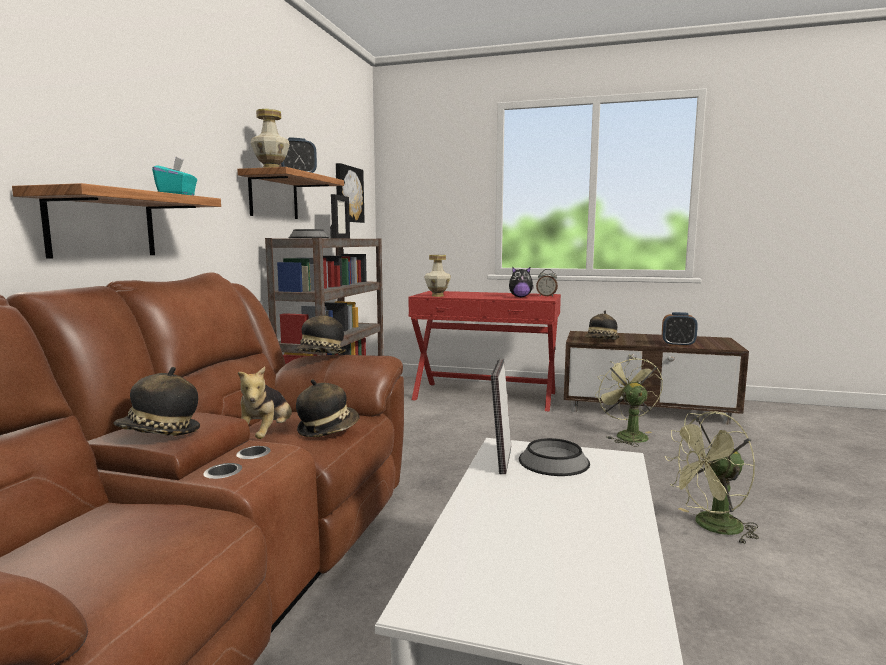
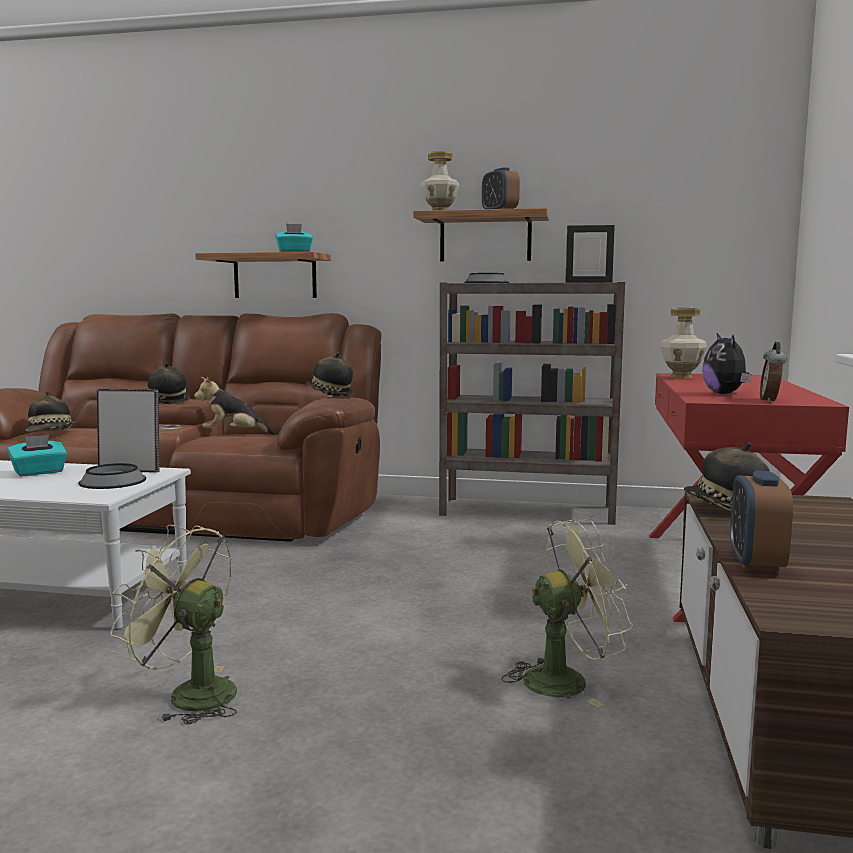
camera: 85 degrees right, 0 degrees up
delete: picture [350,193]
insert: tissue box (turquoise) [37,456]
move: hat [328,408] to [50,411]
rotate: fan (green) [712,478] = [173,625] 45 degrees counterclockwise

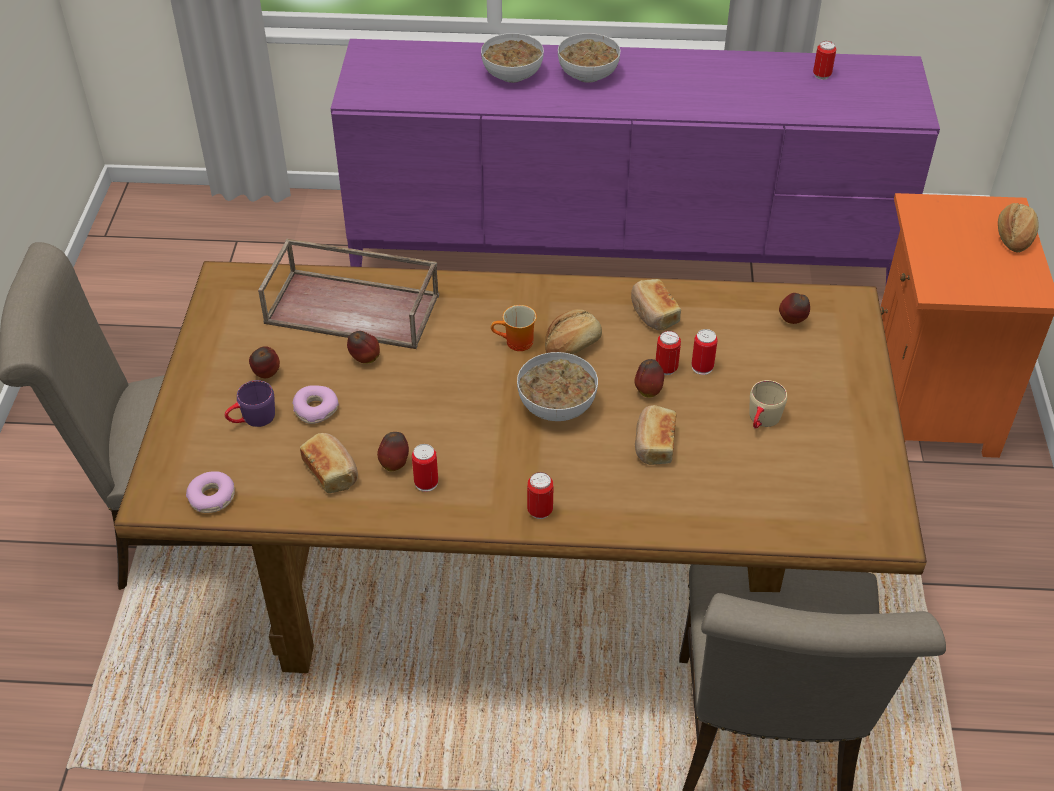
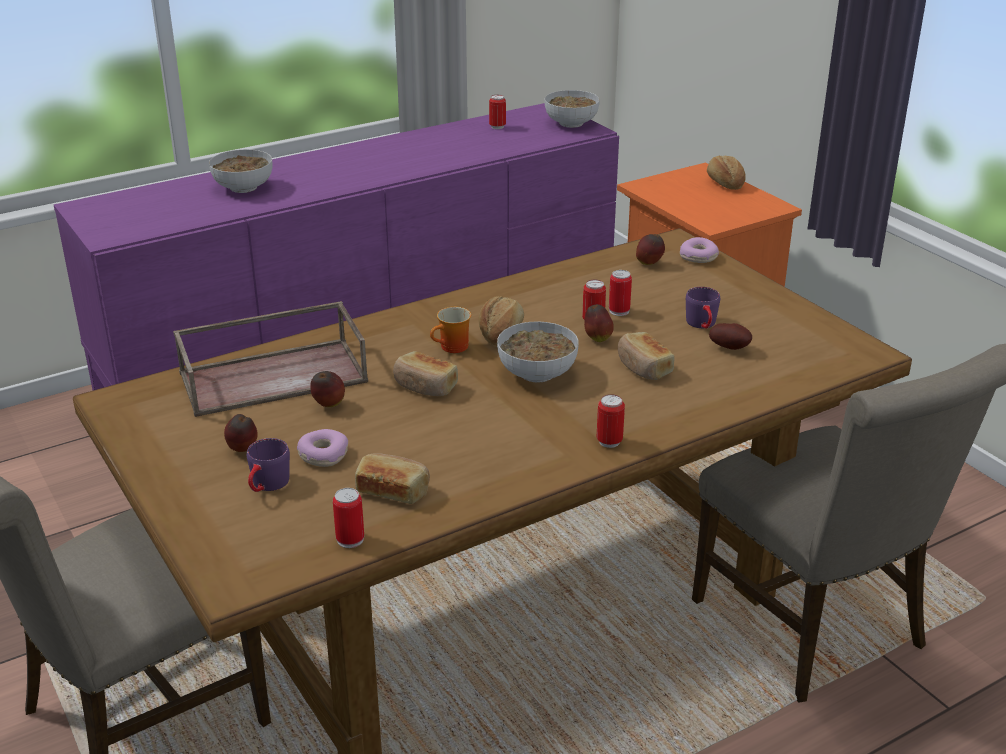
camera: 35 degrees left, 15 degrees down
delete: apple [393,451]
insert: potato [730,336]
move: donut [210,492] to [699,250]; can [425,468] to [348,518]; bowl [589,58] to [572,109]; bread [656,304] to [425,373]
recolor: mug (beige) [768,404] to mug (purple) [703,308]

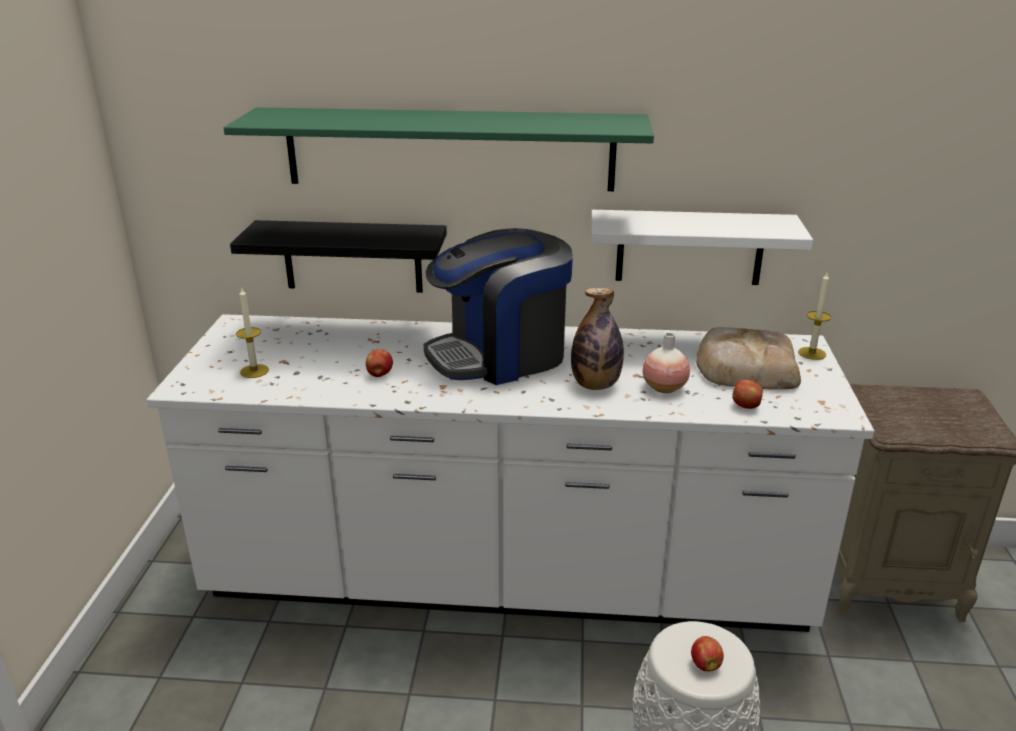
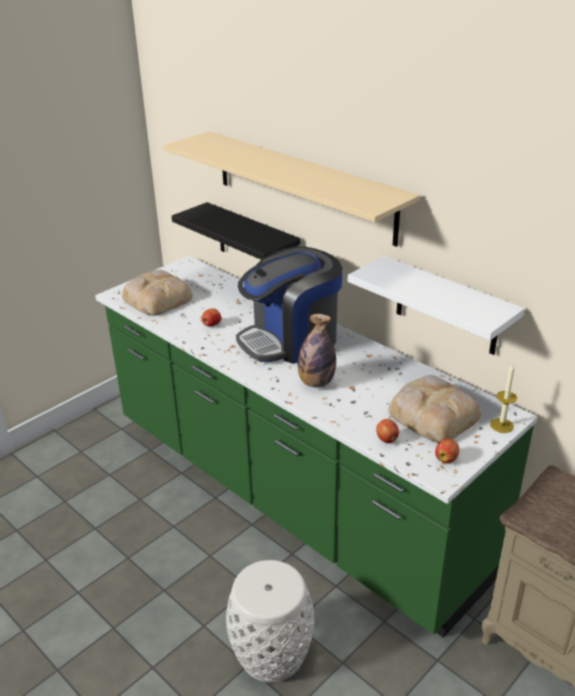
camera: 40 degrees right, 5 degrees up
delete: vase [666,362]
move: apple [707,653] to [447,451]
replace: candle [252,332] to bread [157,293]
recolor: counter (white) [510,473] to counter (green) [316,447]; shelf (green) [439,149] to shelf (beige) [291,189]
rotate: coffee machine [498,306] = [289,305] 45 degrees counterclockwise

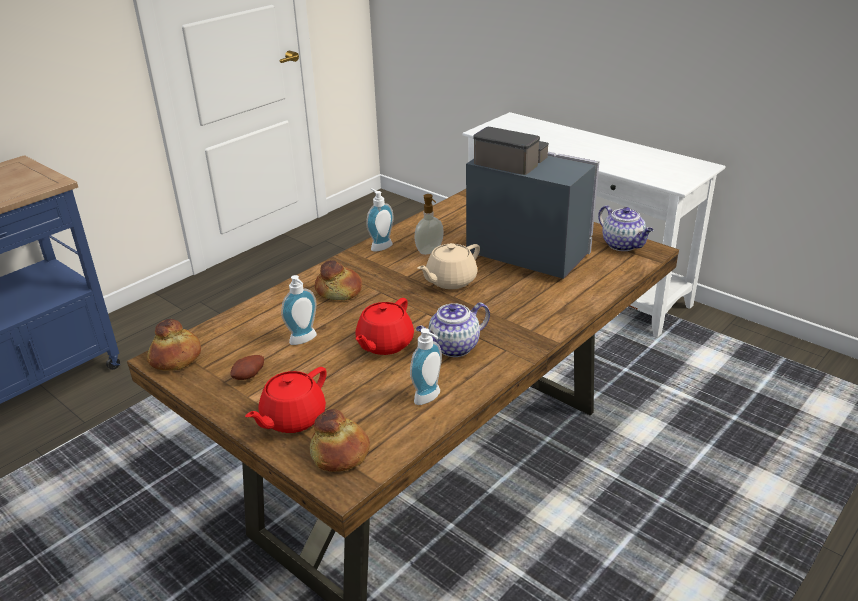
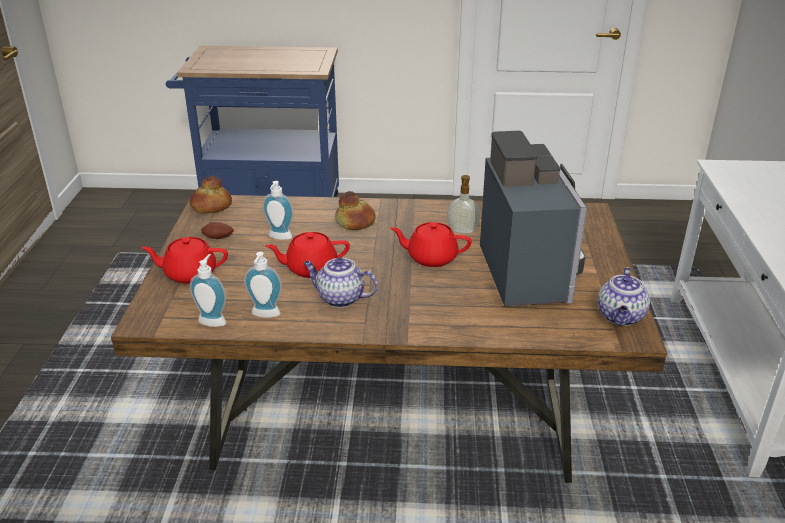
camera: 50 degrees right, 0 degrees up
delete: bread [340,440]
move: soap dispenser [380,220] to [208,290]
recolor: teapot (beige) [449,266] to teapot (red) [431,244]

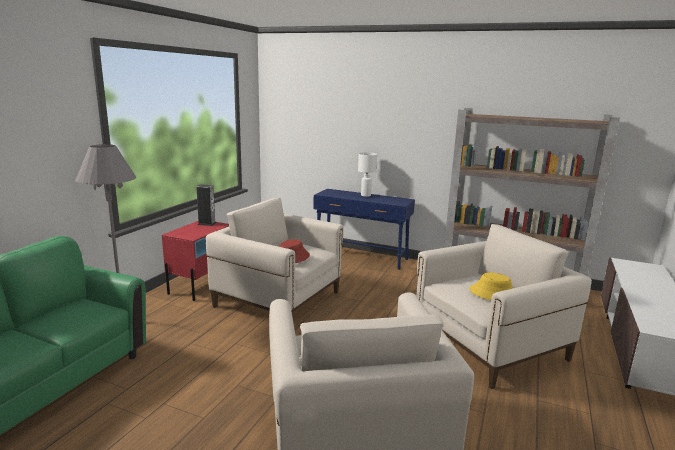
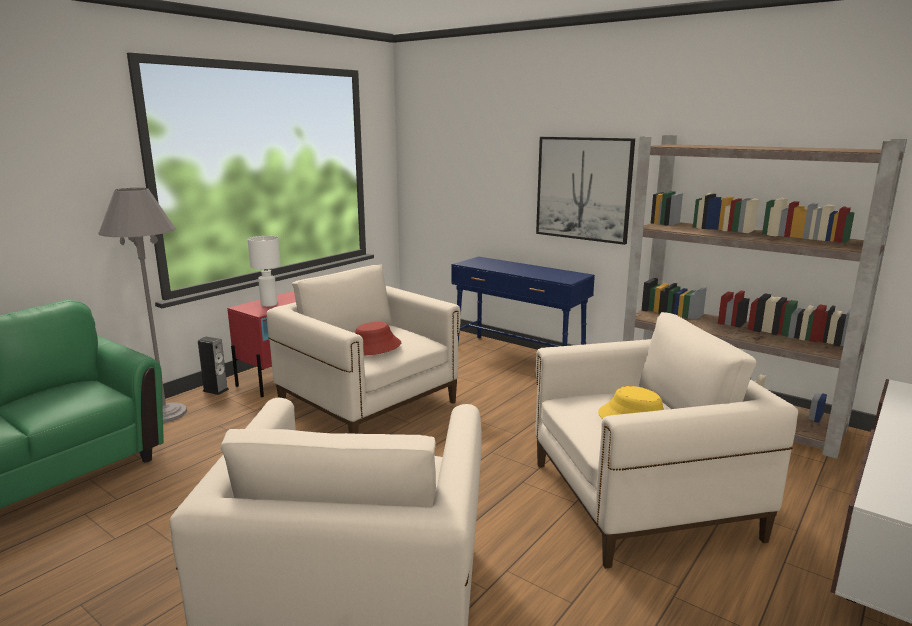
camera: 15 degrees right, 0 degrees up
insert: picture [585,191]
move: speaker [206,205] to [213,366]; table lamp (white) [367,174] to [264,271]

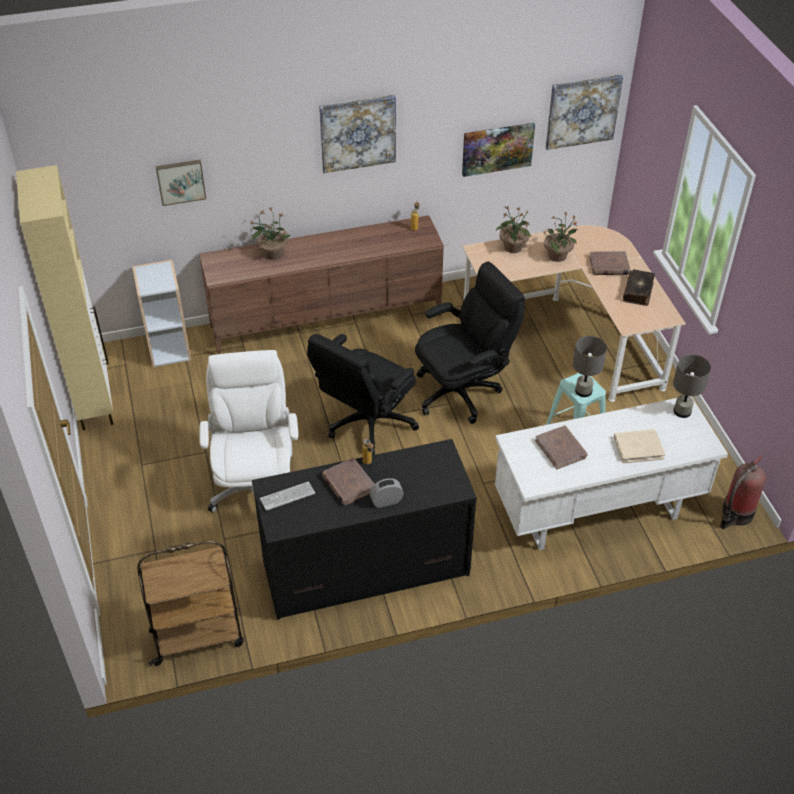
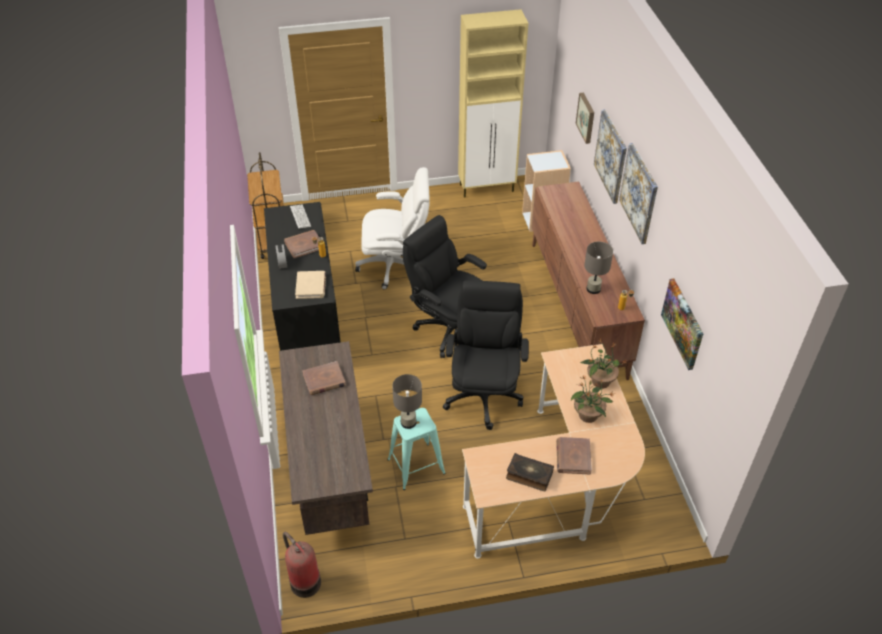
camera: 95 degrees right, 0 degrees up
delete: potted plant [270,234]
move: picture [584,112] to [610,157]; book (beige) [639,446] to [310,285]; table lamp (grey) [692,386] to [598,268]
recolor: desk (white) [611,473] to desk (brown) [326,438]
rotate: office chair (black) [470,343] = [486,355] 150 degrees counterclockwise

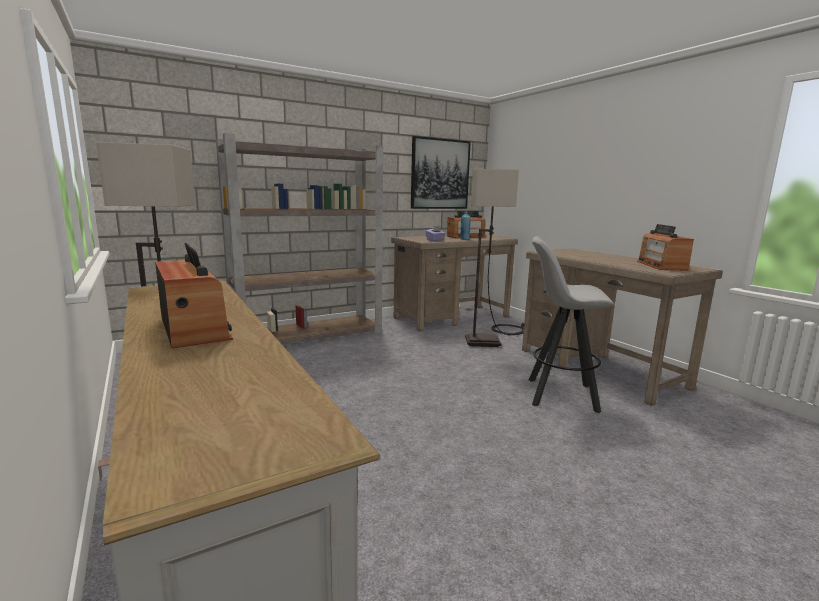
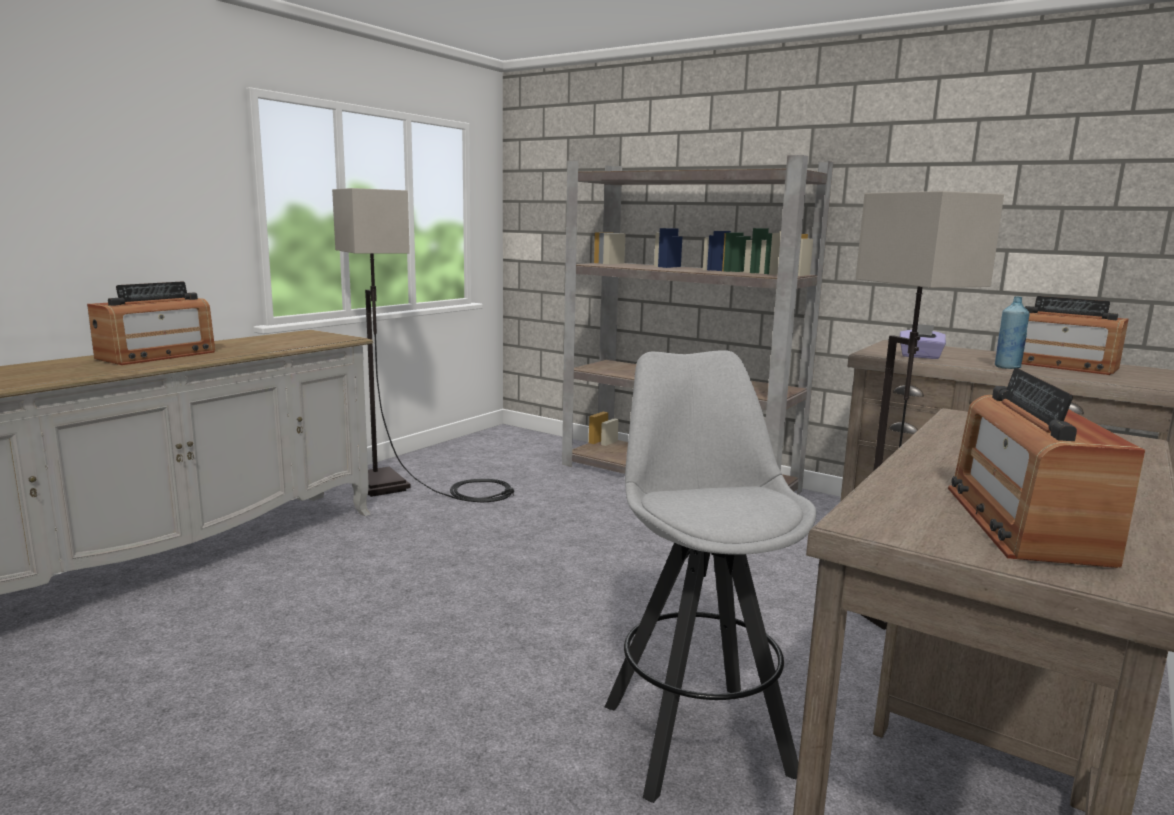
camera: 65 degrees right, 0 degrees up
delete: picture [441,172]
rotate: radio [665,247] = [1046,468] 60 degrees counterclockwise

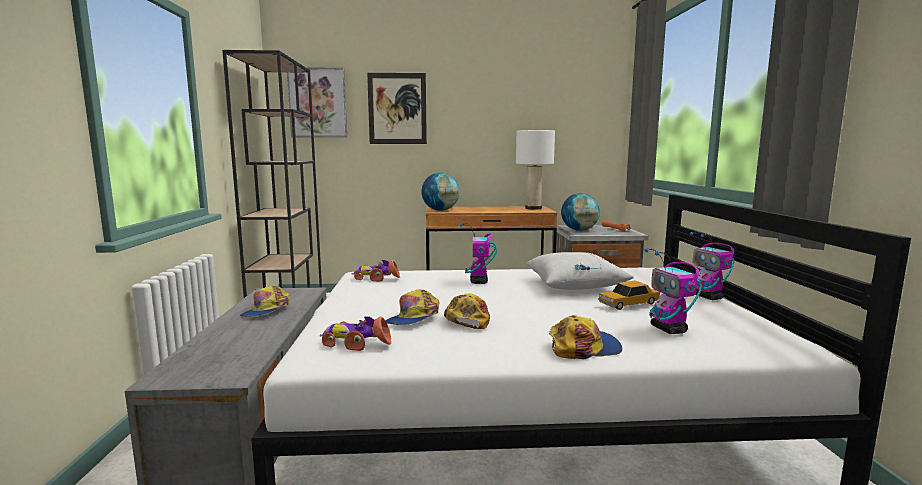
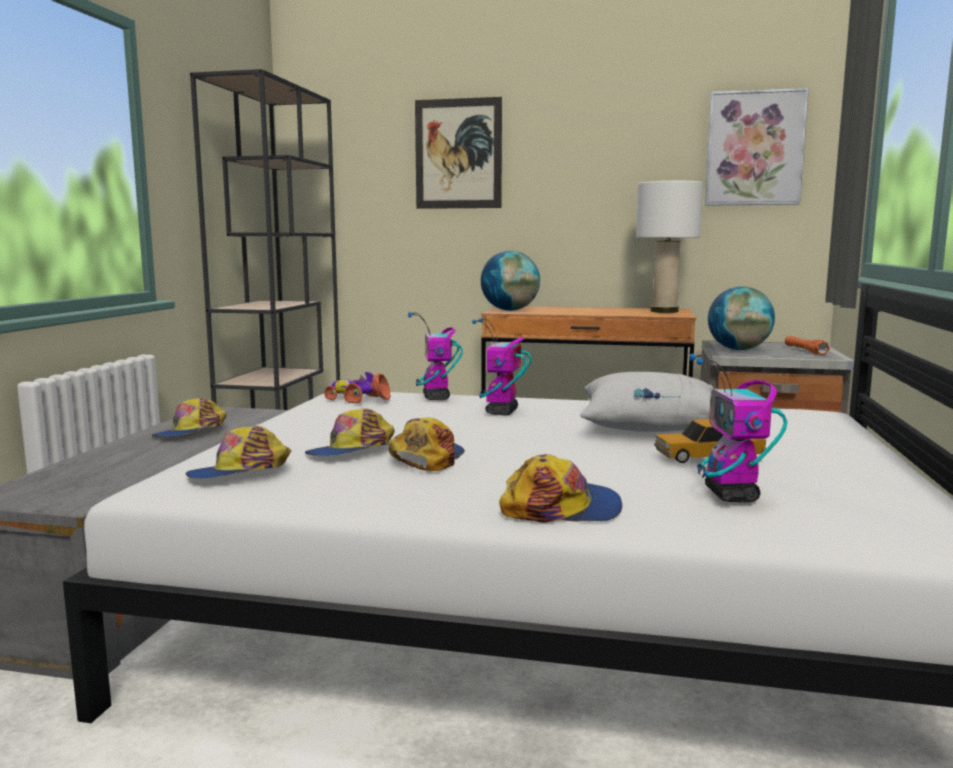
camera: 15 degrees right, 0 degrees up
move: picture [317,102] to [757,147]; toy robot [712,266] to [435,356]
replace: toy car [355,333] to cap [238,452]

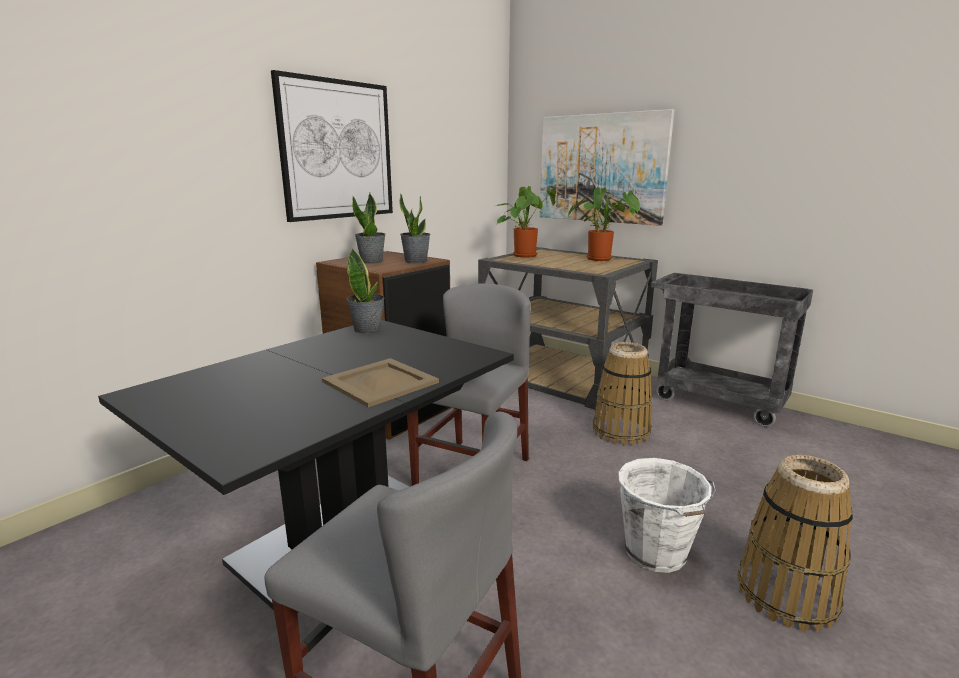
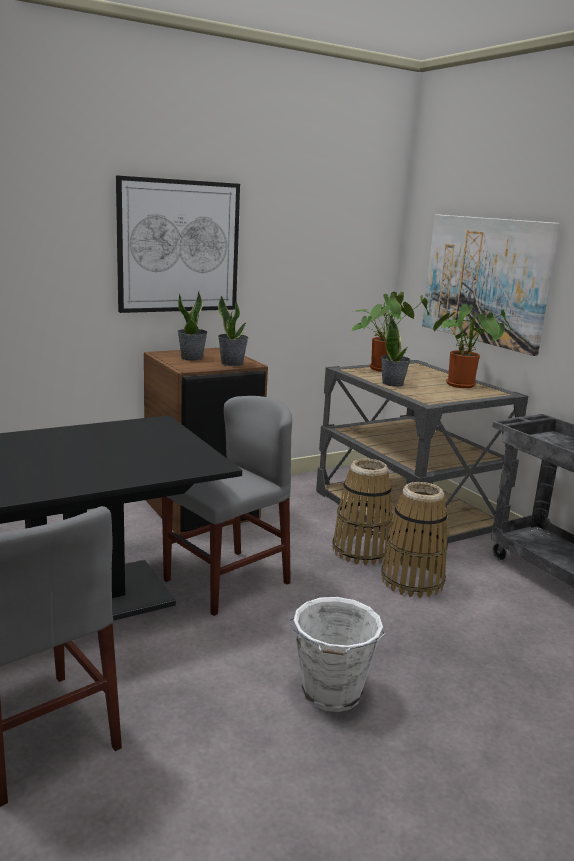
camera: 20 degrees right, 0 degrees up
delete: tray (beige) [380,383]
move: potted plant [365,291] to [396,353]; basket [795,543] to [362,511]

